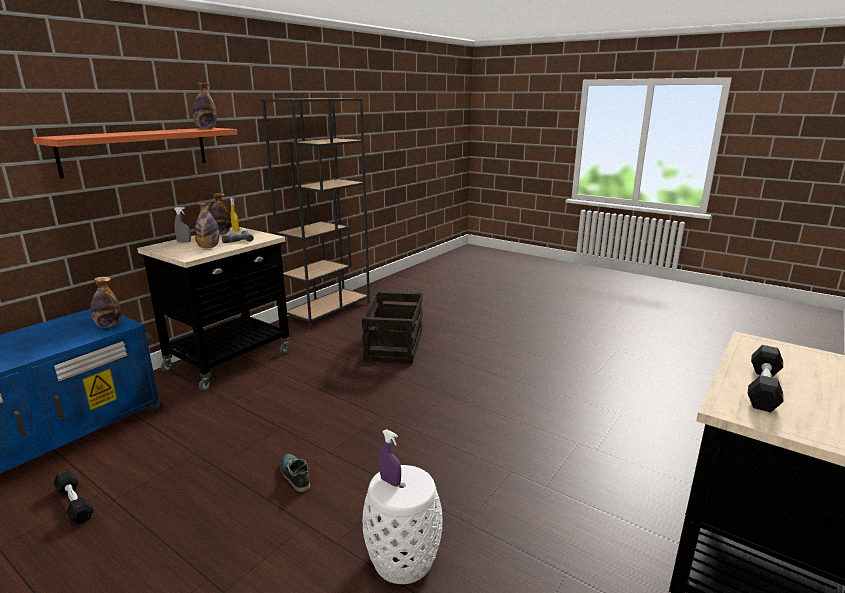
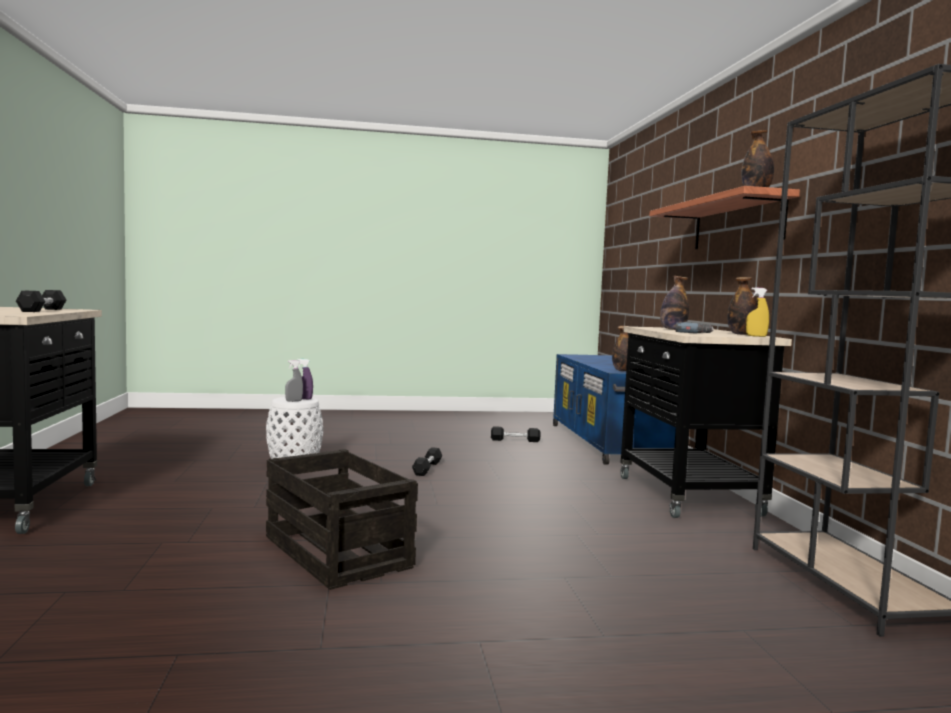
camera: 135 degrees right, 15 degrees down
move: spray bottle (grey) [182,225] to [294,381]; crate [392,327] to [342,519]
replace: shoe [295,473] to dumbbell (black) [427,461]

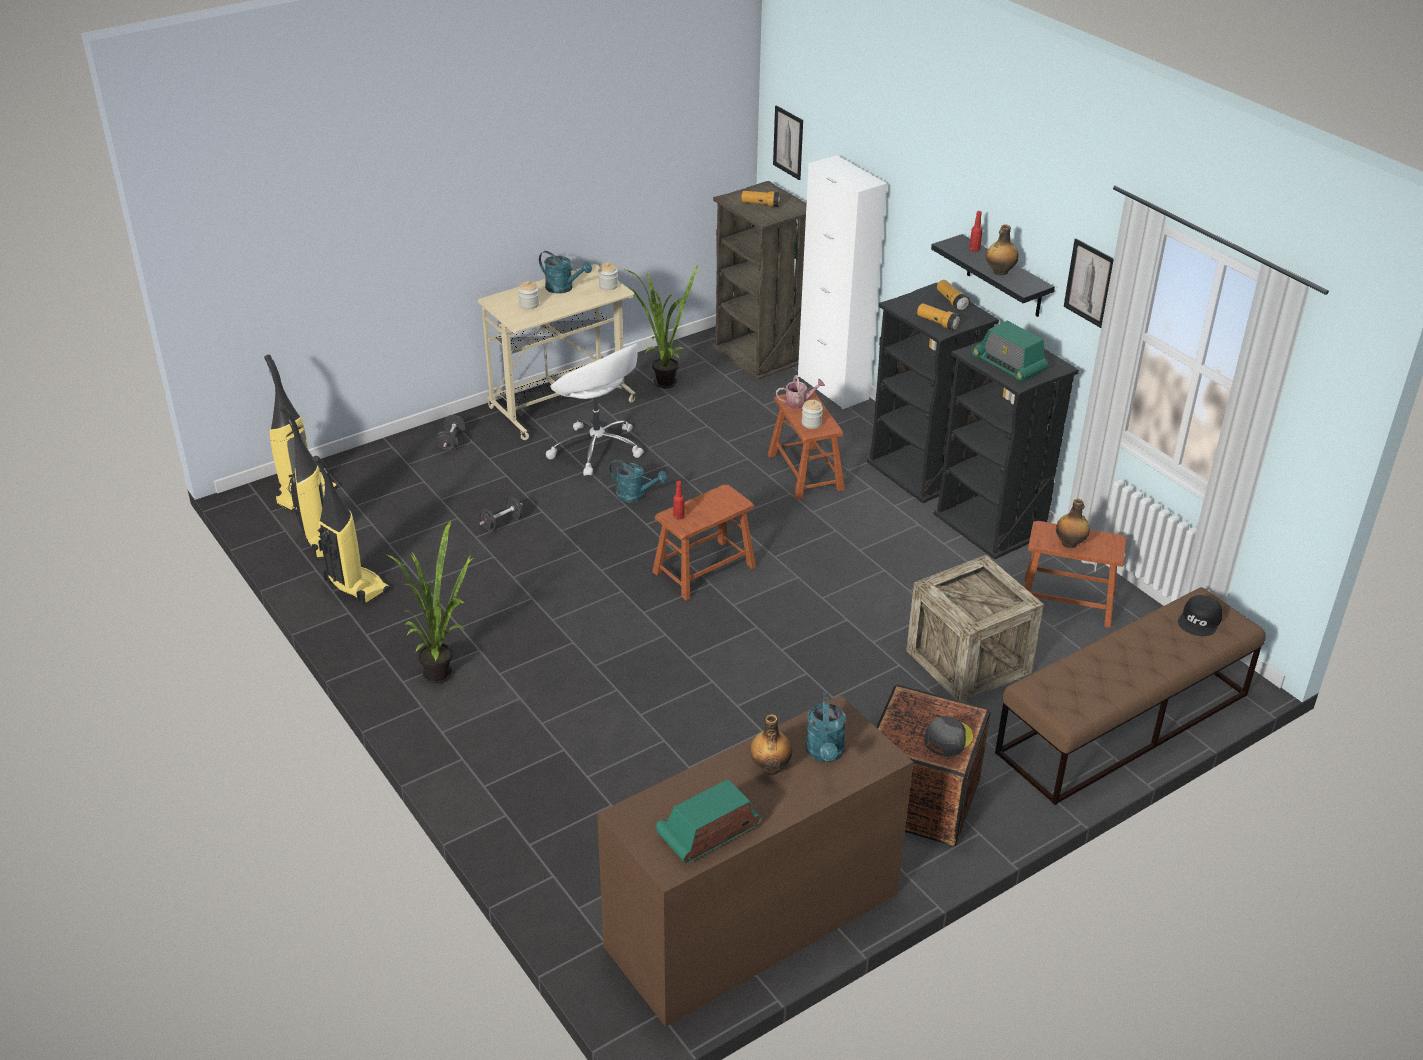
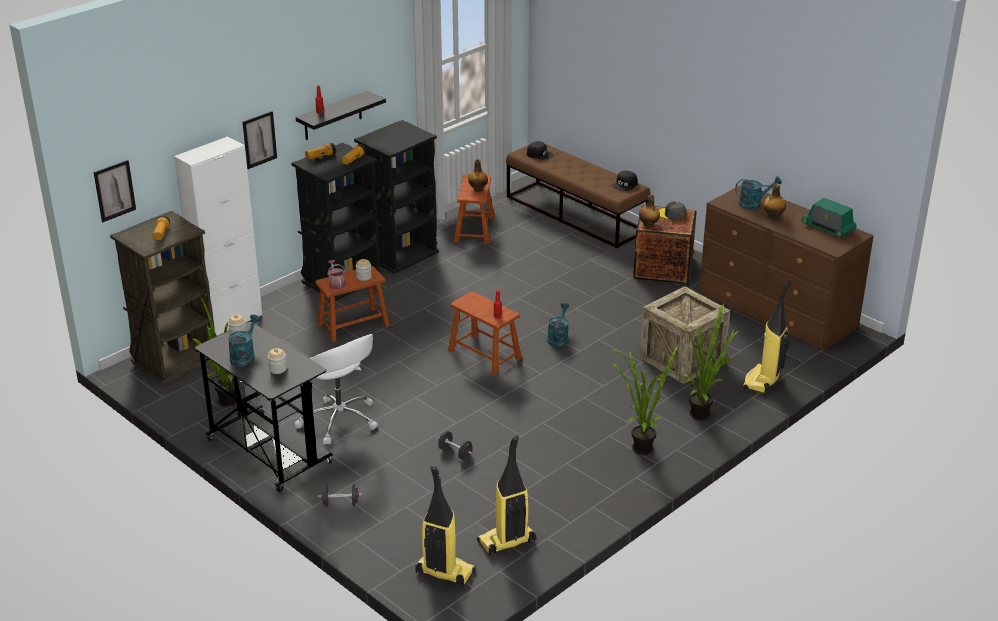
camera: 100 degrees left, 5 degrees down
delete: radio [1010,351]
insert: cap (black) [625,181]; potted plant [709,362]
move: vacuum cleaner [351,530] to [767,336]; watering can (turquoise) [638,481] to [558,324]; crate [975,628] to [684,335]; bottle [1002,249] to [649,210]; picture [1089,283] to [260,140]
recolor: desk (beige) [556,352] to desk (black) [264,407]
rotate: office chair (white) [595,409] = [336,389] 105 degrees clockwise

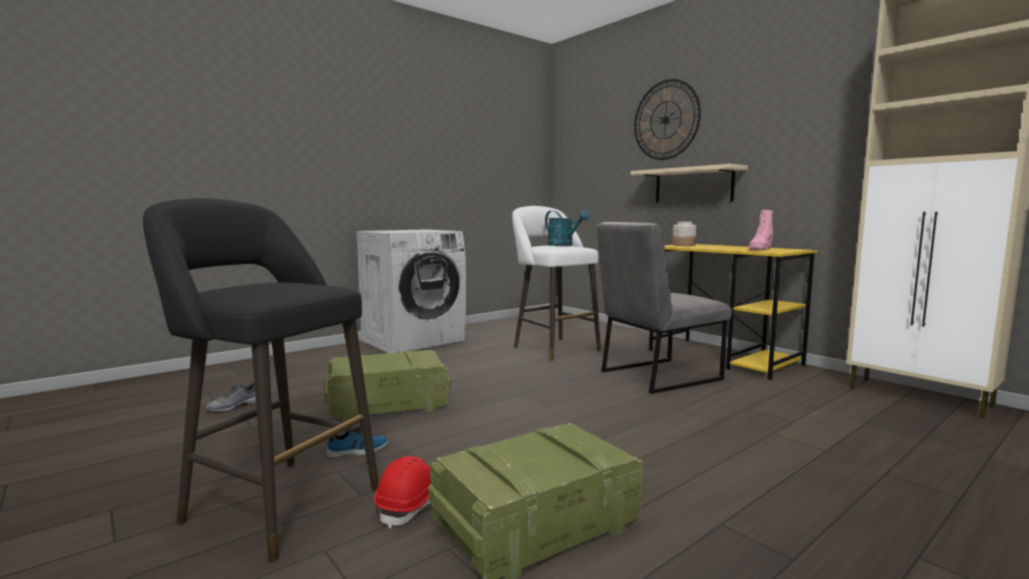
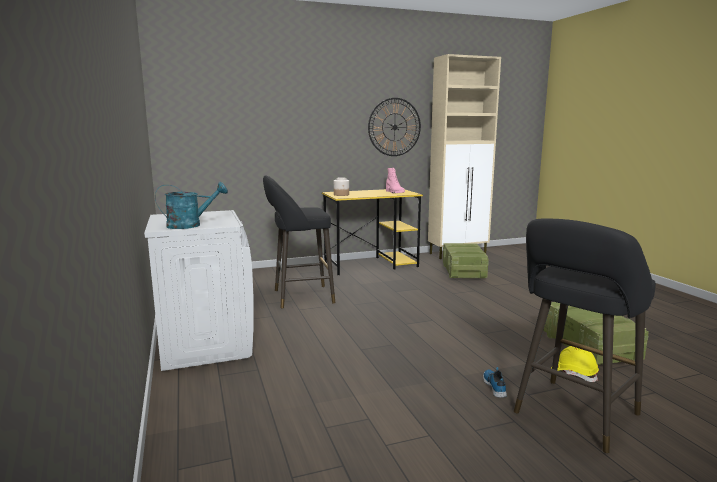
camera: 70 degrees left, 5 degrees up
delete: shoe (grey) [230,397]; chair (grey) [664,308]; shelf (beige) [689,183]
move: crate [388,385] to [466,260]; watering can (turquoise) [567,228] to [191,205]; wall clock [667,119] to [394,127]
recolor: hard hat (red) [402,492] to hard hat (yellow) [575,364]; stool (white) [556,283] to stool (black) [299,241]

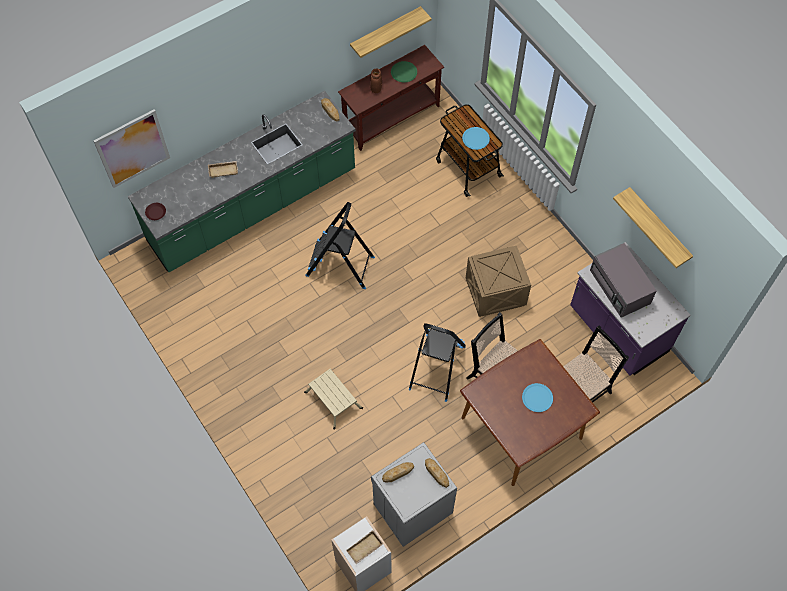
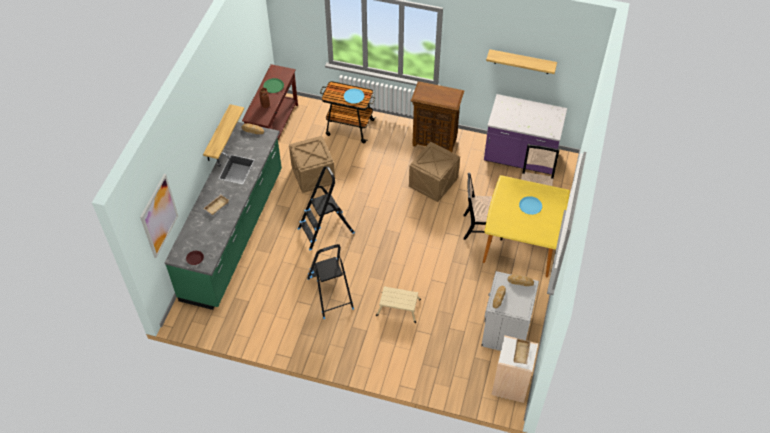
camera: 40 degrees left, 10 degrees down
delete: microwave (grey) [623,280]
insert: crate [312,164]; cabinet (brown) [438,116]
move: shelf [391,32] to [223,132]; step ladder (black) [437,362] to [330,281]
recolor: dining table (brown) [530,412] to dining table (yellow) [526,226]

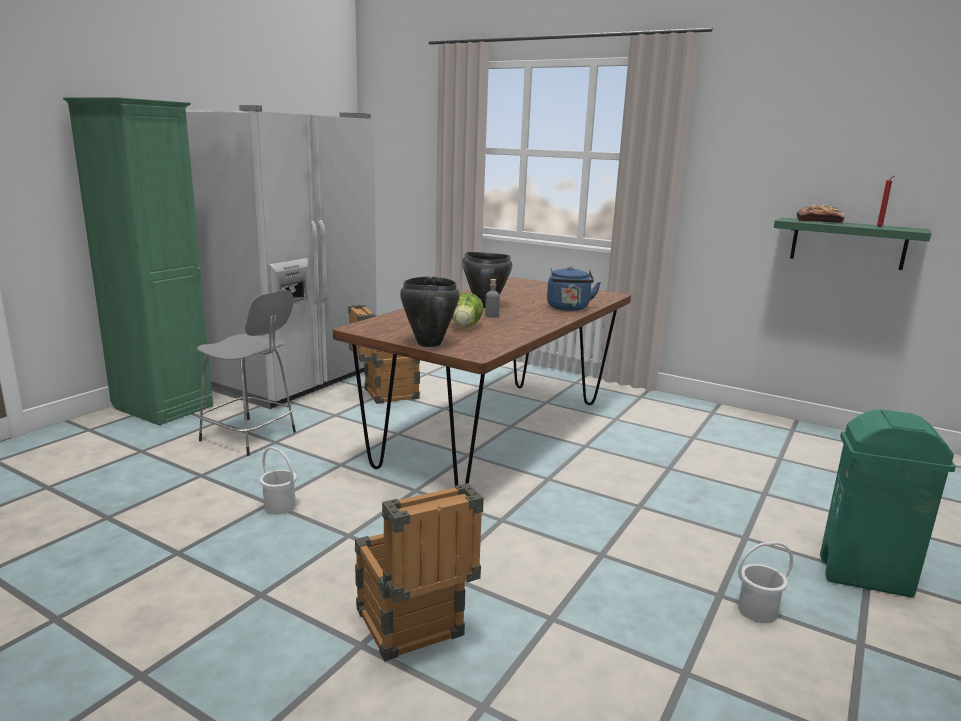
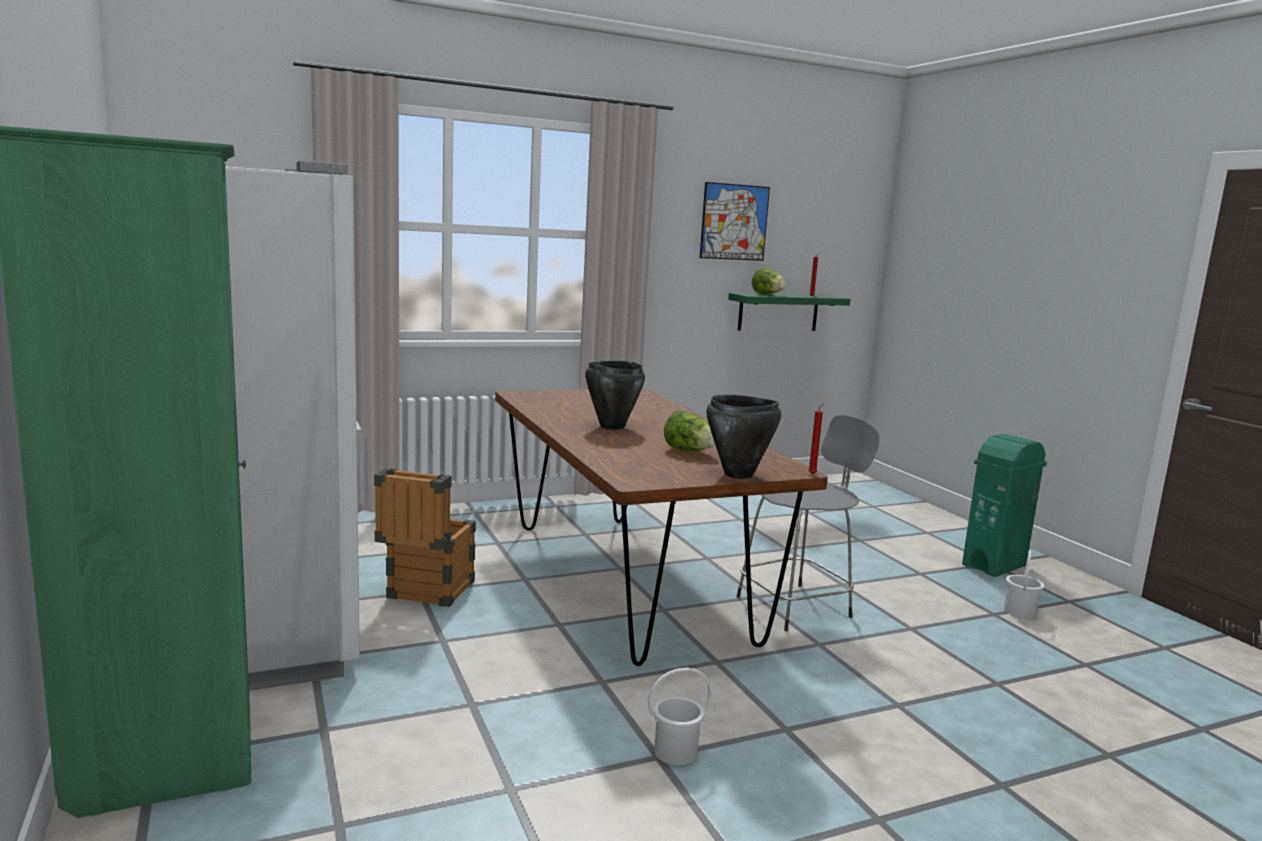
camera: 55 degrees left, 5 degrees down
delete: crate [419,572]; bottle (grey) [492,298]; kettle (blue) [574,288]
insert: picture [735,221]; candle (red) [816,438]
move: stool (grey) [246,373] to [808,523]
replace: bread [821,213] to lettuce [769,281]

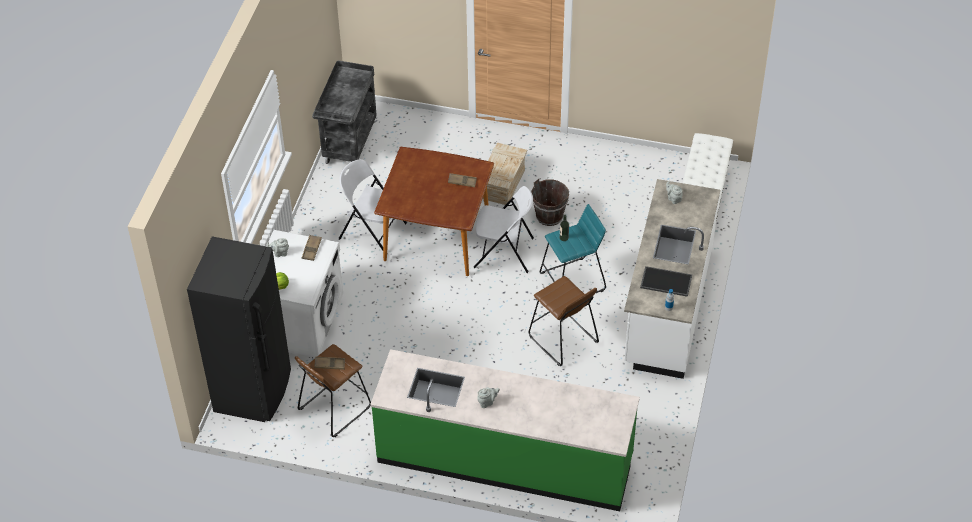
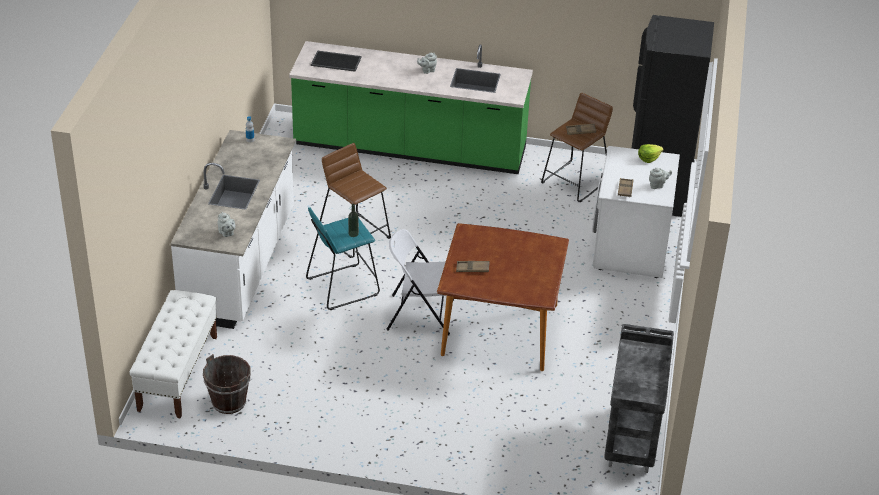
camera: 175 degrees right, 10 degrees down
delete: chair (white) [373,206]; crate [505,173]
move: bucket (brown) [550,202] to [227,384]; tray [666,281] to [336,61]

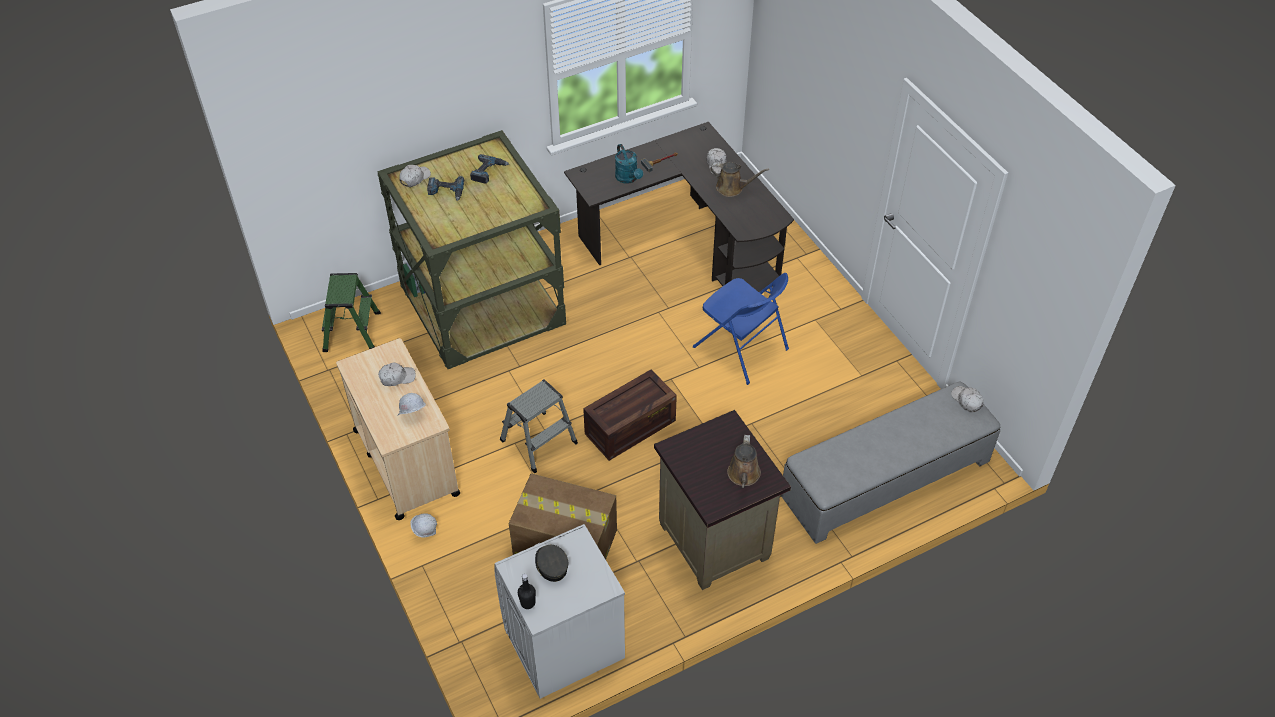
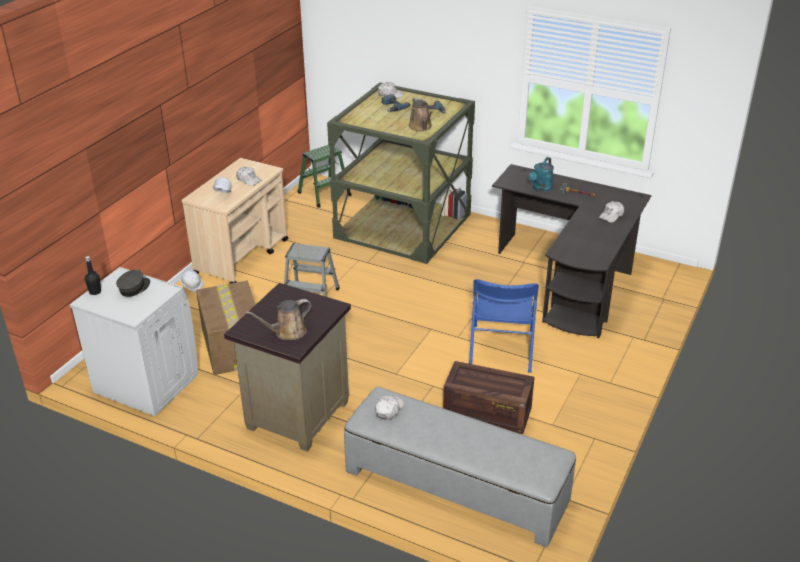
camera: 55 degrees right, 15 degrees down
move: crate [630,415] to [488,397]; watering can (brown) [739,179] to [421,114]; cap (white) [967,399] to [389,407]

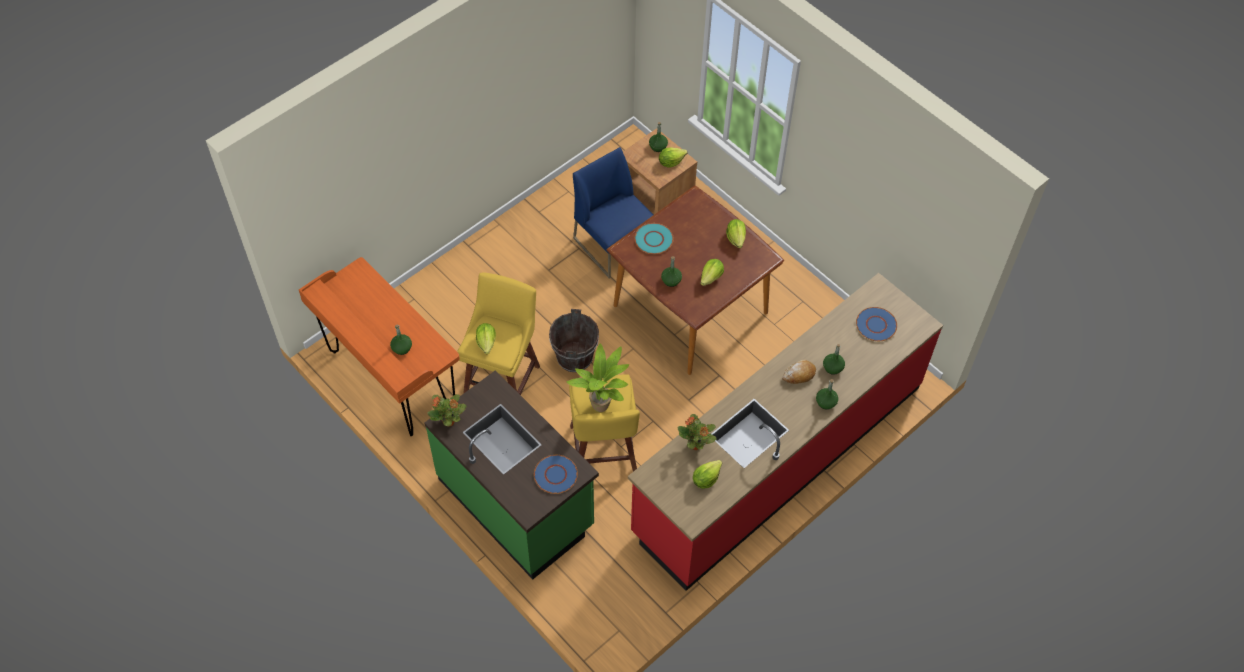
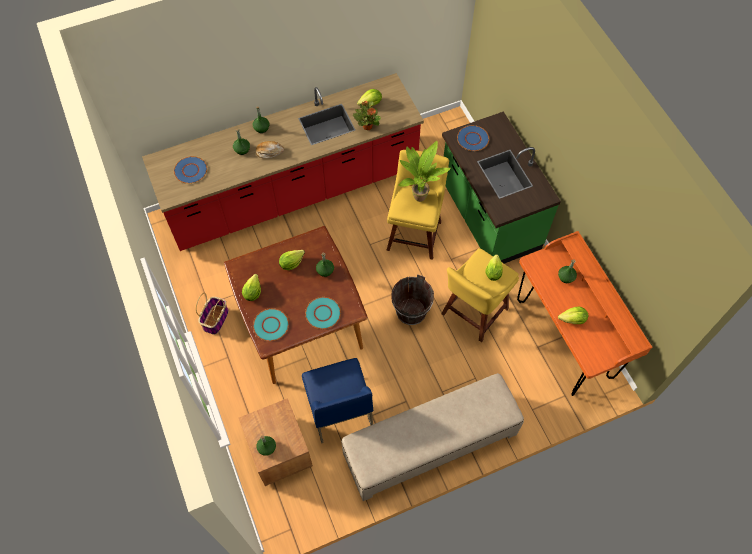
camera: 160 degrees left, 5 degrees up
delete: potted plant [447,410]
insert: basket [212,314]; plate (turquoise) [271,324]; bench (beige) [432,437]
move: lettuce [673,157] to [573,315]

